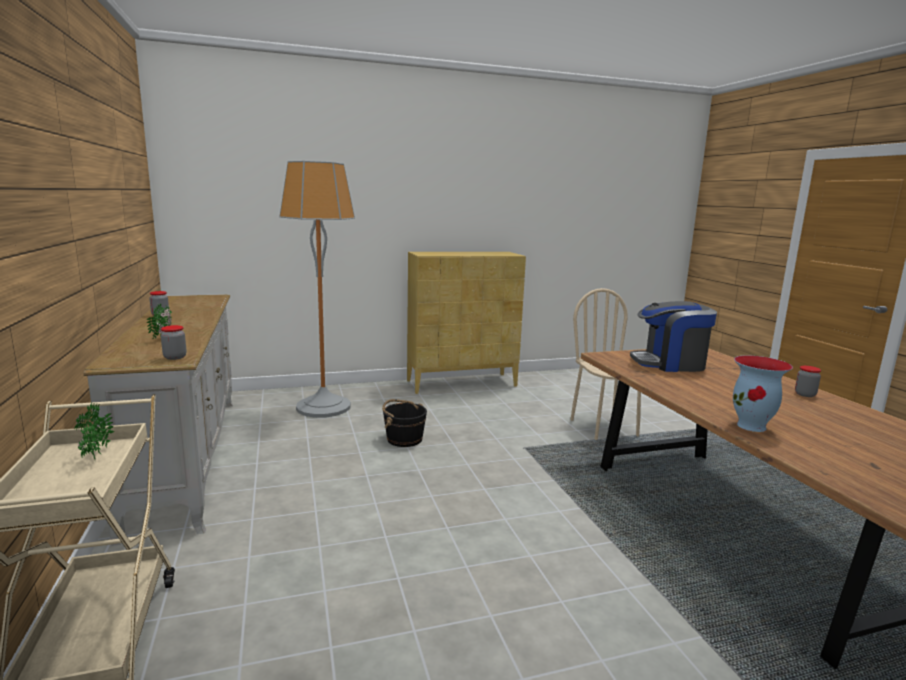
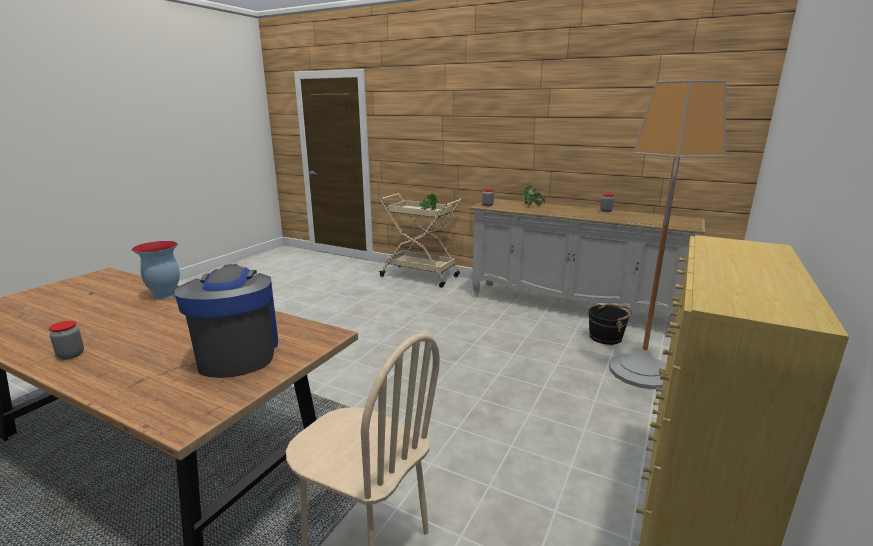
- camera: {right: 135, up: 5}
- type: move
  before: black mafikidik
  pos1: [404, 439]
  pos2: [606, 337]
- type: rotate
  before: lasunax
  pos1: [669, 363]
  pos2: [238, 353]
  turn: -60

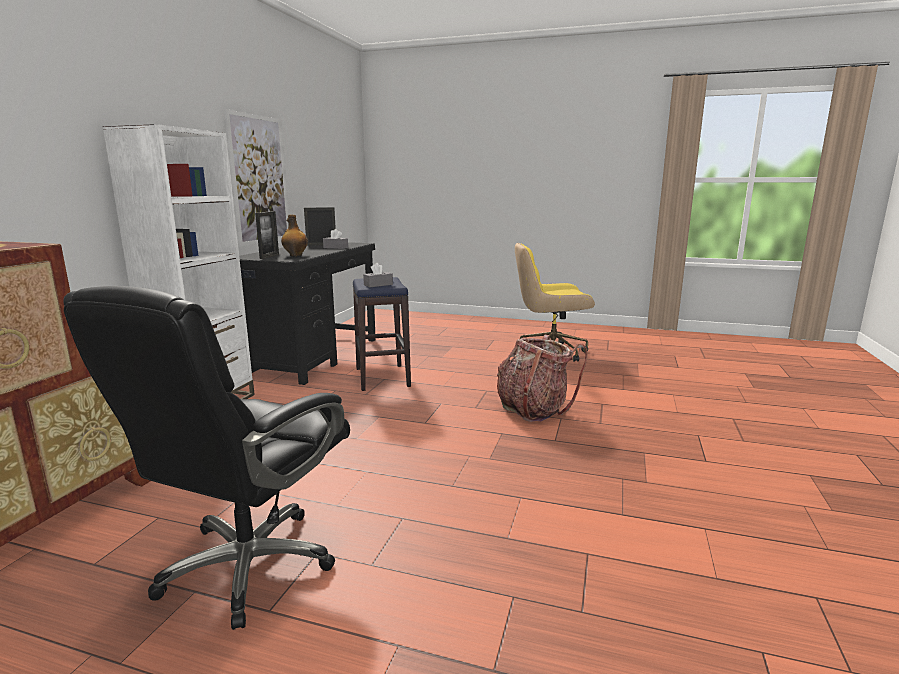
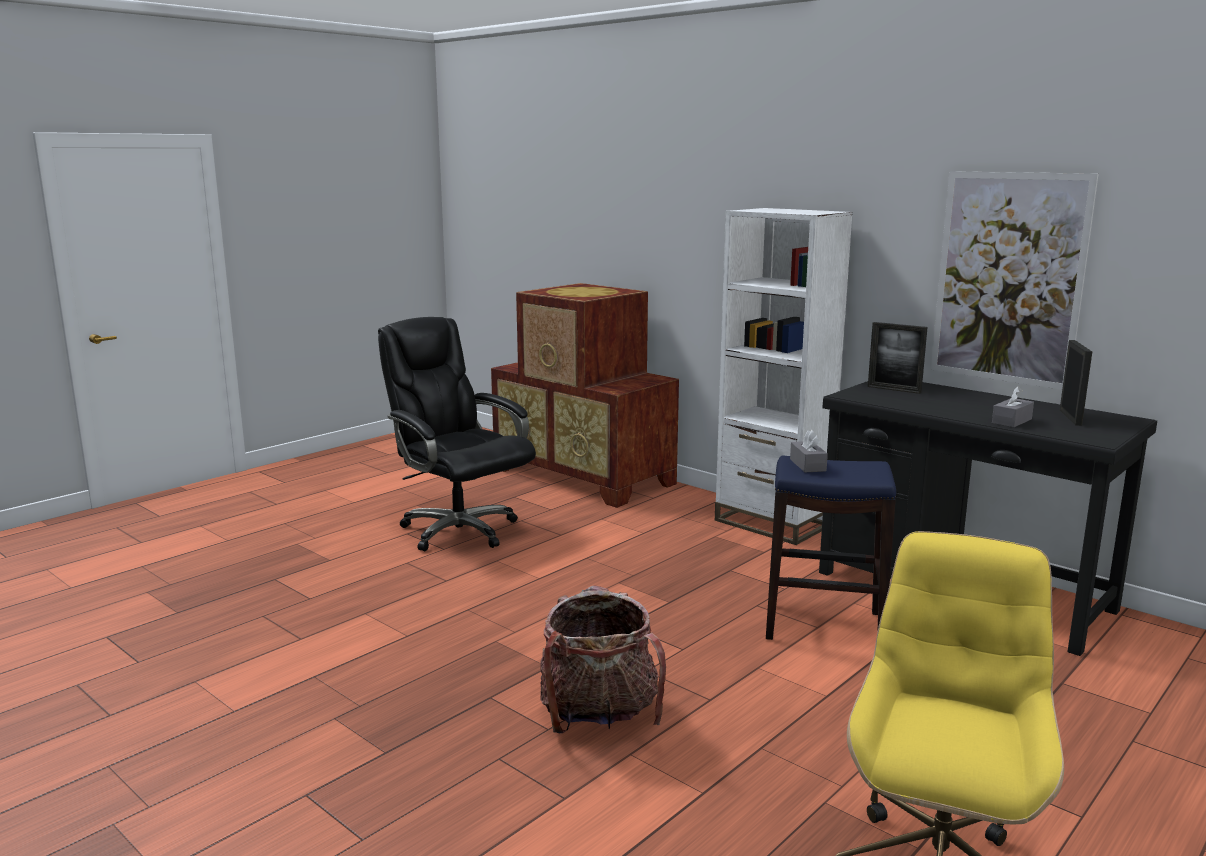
- camera: {right: 115, up: 0}
- type: delete
  before: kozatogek
  pos1: [295, 255]

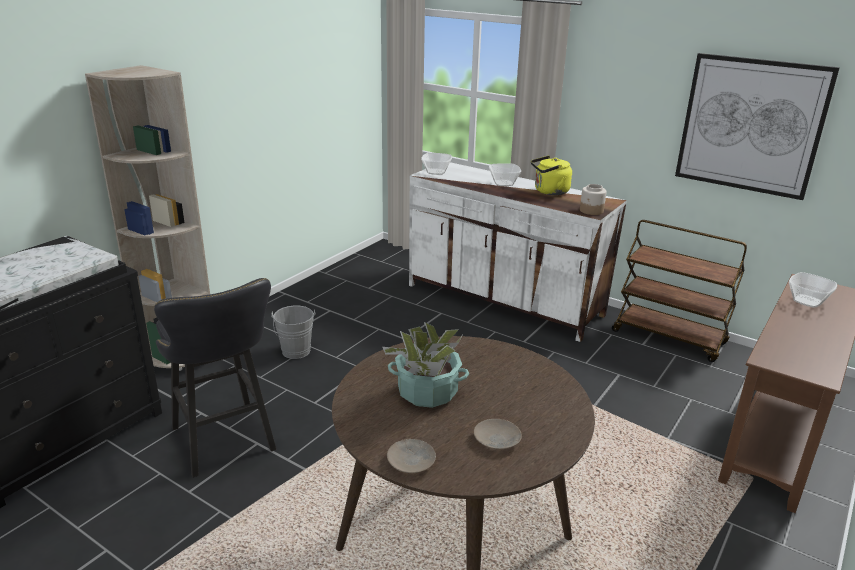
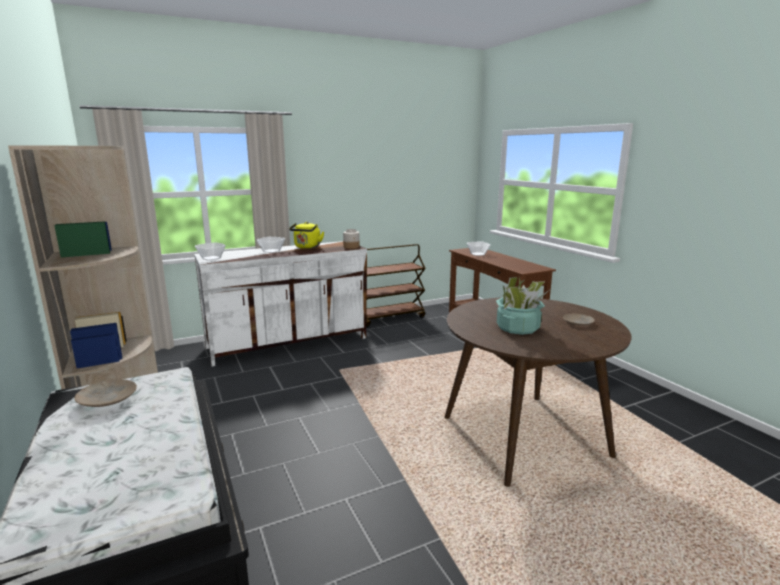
- camera: {right: -60, up: -10}
- type: delete
  before: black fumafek
  pos1: [226, 446]
- type: delete
  before: grey mafikidik
  pos1: [296, 353]
- type: move
  before: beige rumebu
  pos1: [411, 461]
  pos2: [107, 399]
- type: delete
  before: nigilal
  pos1: [751, 125]

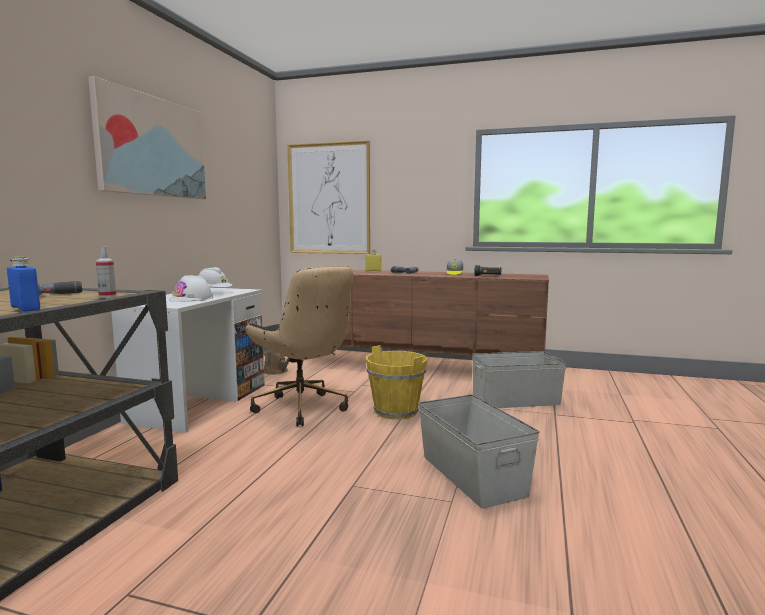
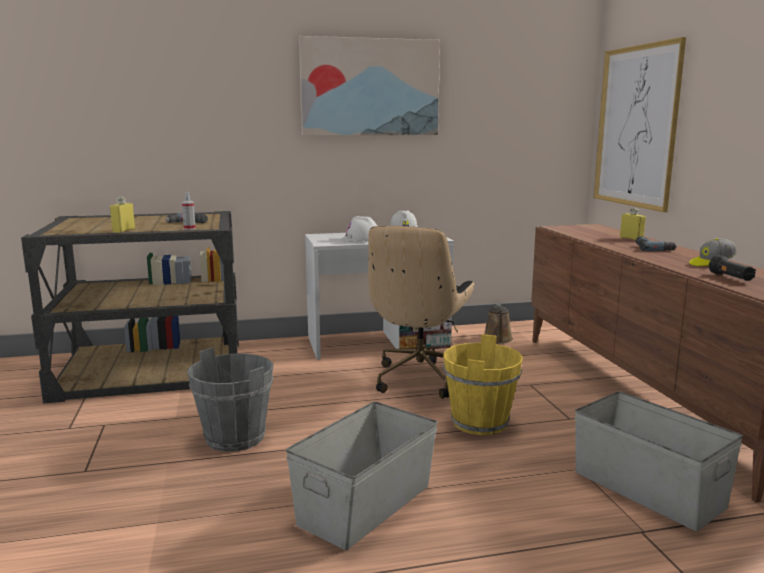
- camera: {right: 60, up: 5}
- type: recolor
  before: blue kozatogek
  after: yellow kozatogek
  pos1: [25, 309]
  pos2: [123, 230]
- type: insert
  after: grey mafikidik
  pos2: [234, 438]

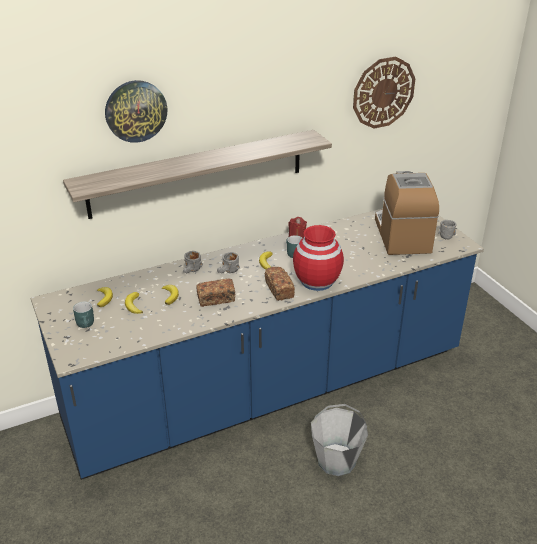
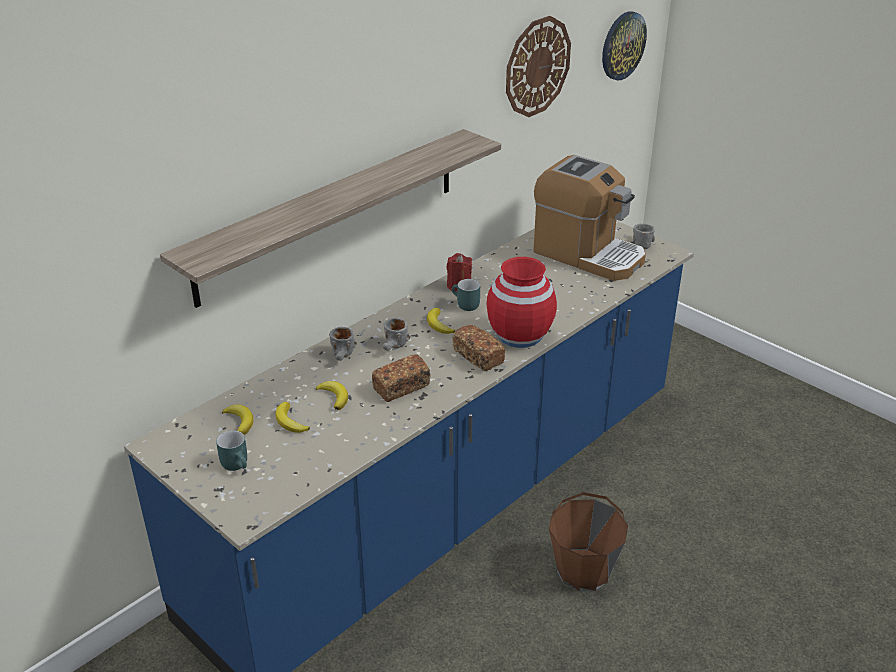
- camera: {right: -20, up: 0}
- type: move
  before: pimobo
  pos1: [135, 111]
  pos2: [622, 45]
- type: recolor
  before: grey mafikidik
  after: brown mafikidik
  pos1: [337, 460]
  pos2: [583, 571]
- type: rotate
  before: lasunax
  pos1: [402, 235]
  pos2: [588, 255]
  turn: 150

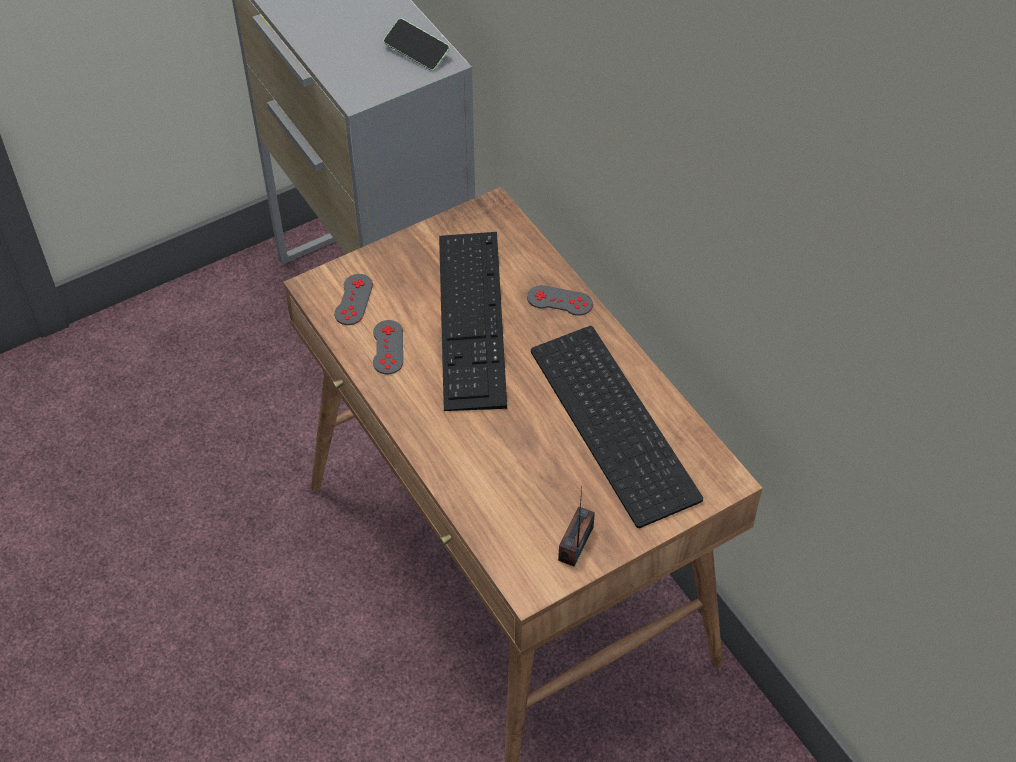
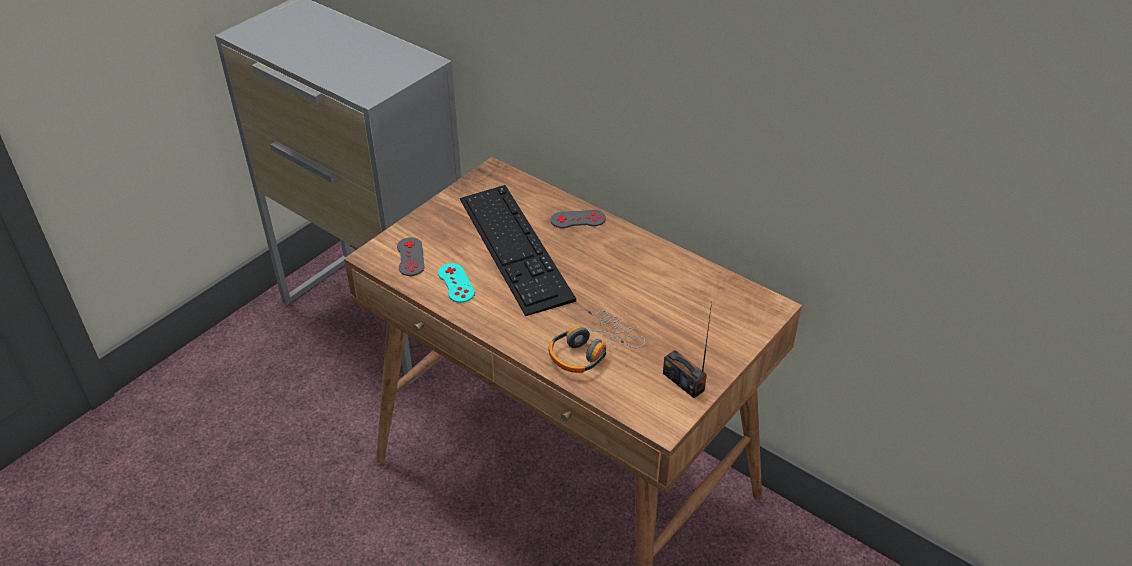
- camera: {right: -20, up: -10}
- type: recolor
  before: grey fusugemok
  after: turquoise fusugemok
  pos1: [388, 347]
  pos2: [456, 283]
- type: delete
  before: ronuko
  pos1: [416, 52]
- type: delete
  before: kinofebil
  pos1: [618, 424]
- type: rotate
  before: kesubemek
  pos1: [576, 544]
  pos2: [683, 382]
  turn: -45
- type: insert
  after: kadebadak
  pos2: [591, 349]

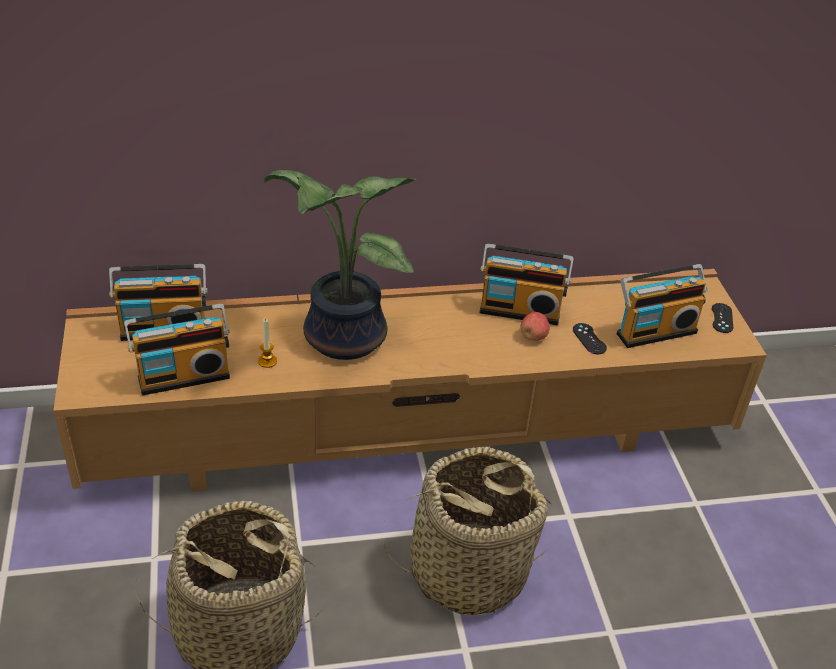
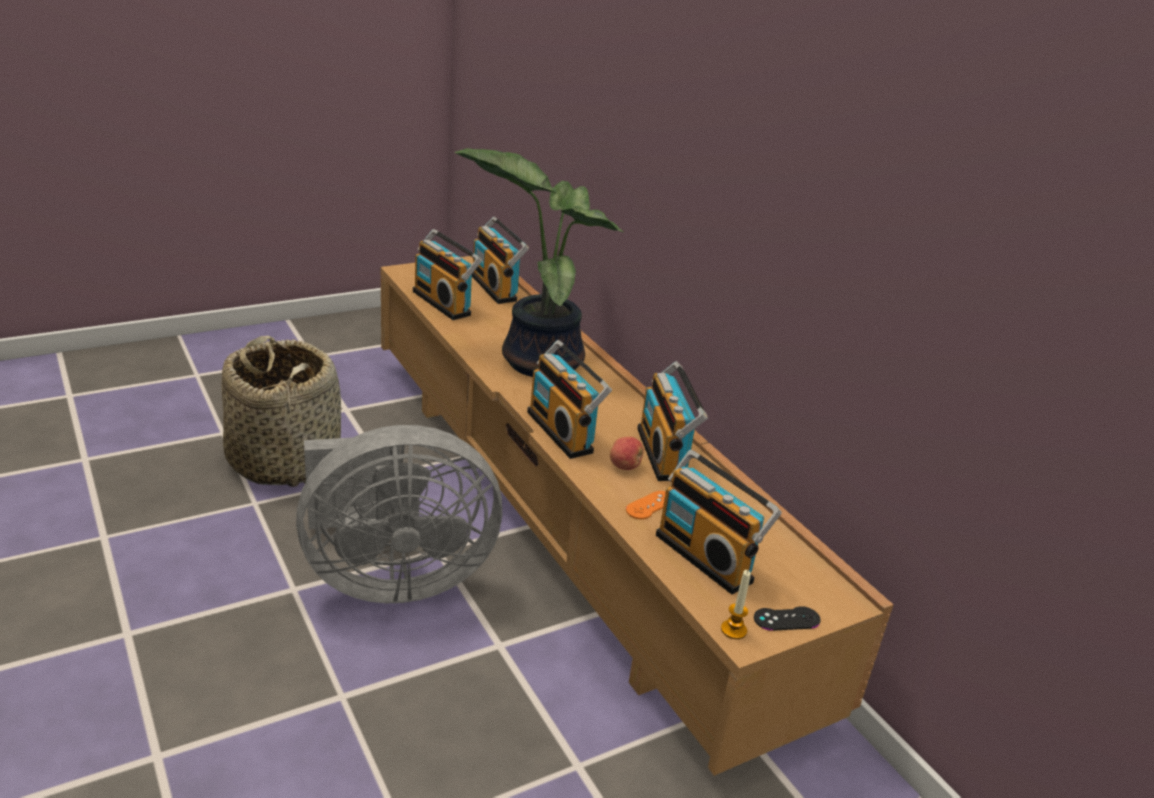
- camera: {right: 70, up: -10}
- type: move
  before: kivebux
  pos1: [267, 361]
  pos2: [733, 630]
- type: replace
  before: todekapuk
  after: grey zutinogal
  pos1: [467, 571]
  pos2: [391, 577]
- type: recolor
  before: black fusugemok
  after: orange fusugemok
  pos1: [589, 339]
  pos2: [651, 505]
- type: insert
  after: kesubemek
  pos2: [564, 431]

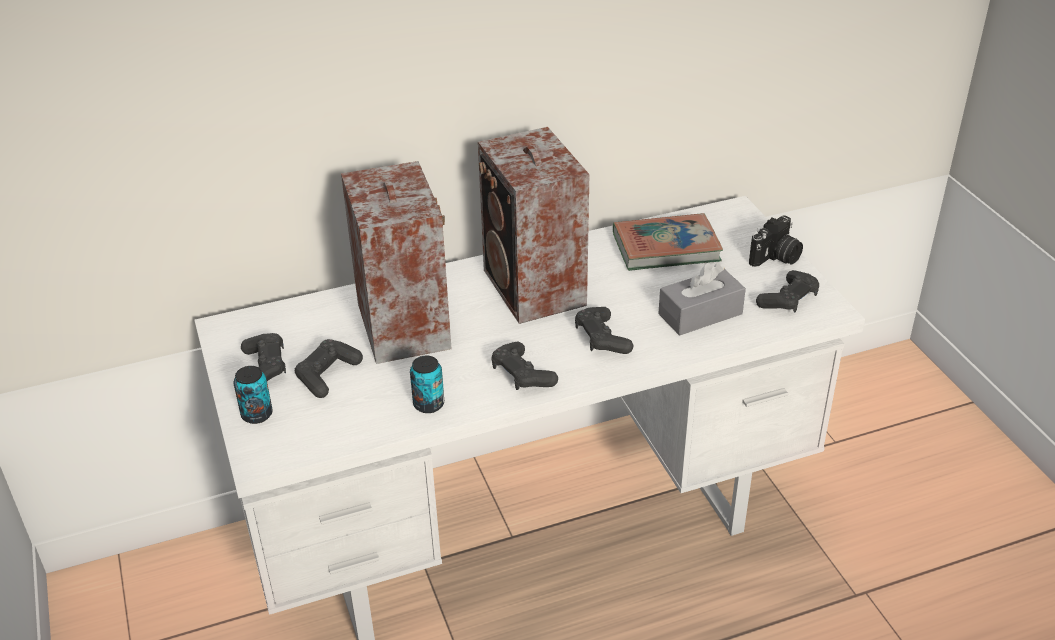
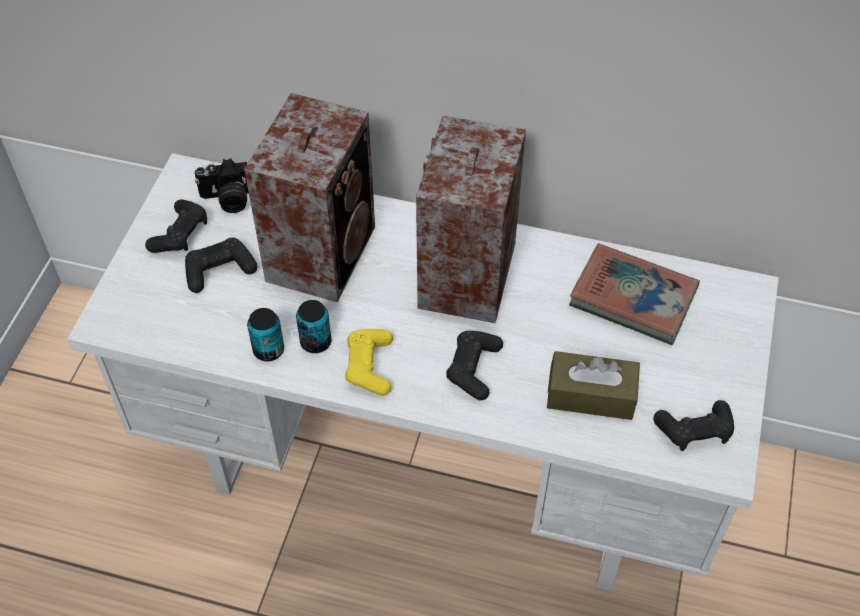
- camera: {right: 35, up: 15}
- type: move
  before: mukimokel
  pos1: [257, 414]
  pos2: [315, 342]
- type: recolor
  before: black fusugemok
  after: yellow fusugemok
  pos1: [522, 375]
  pos2: [369, 366]
- type: recolor
  before: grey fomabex
  after: brown fomabex
  pos1: [700, 314]
  pos2: [591, 395]
- type: move
  before: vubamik
  pos1: [776, 258]
  pos2: [230, 199]

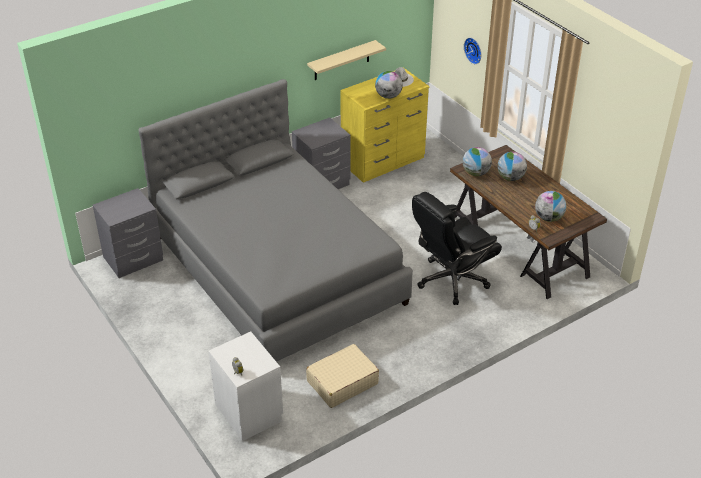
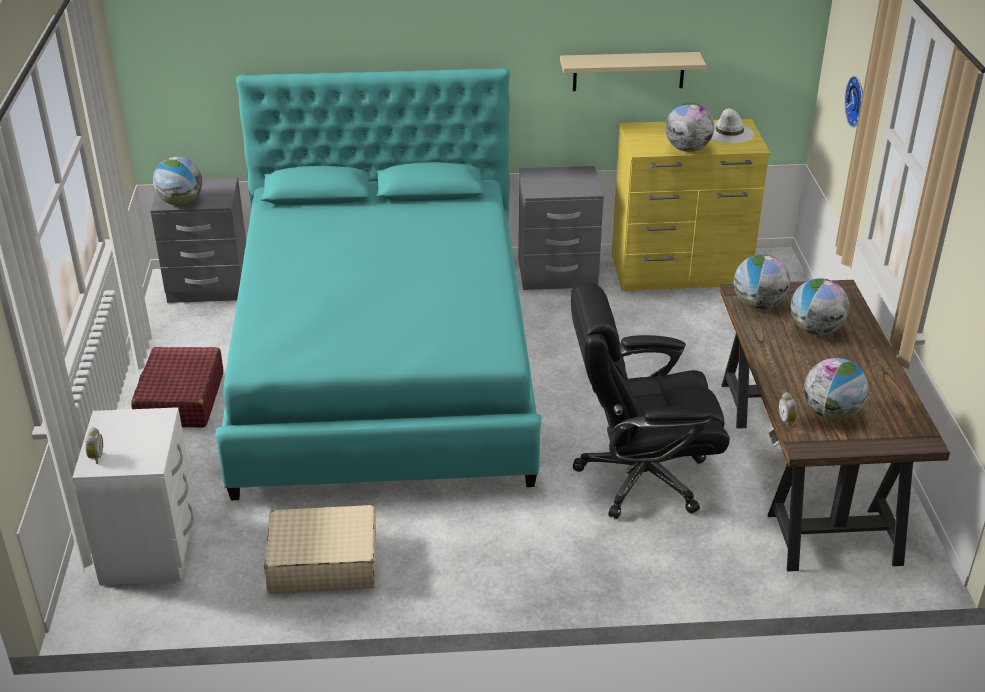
- camera: {right: 30, up: -5}
- type: recolor
  before: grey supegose
  after: turquoise supegose
  pos1: [277, 269]
  pos2: [384, 365]
- type: insert
  after: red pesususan
  pos2: [180, 400]
- type: insert
  after: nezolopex
  pos2: [181, 202]

